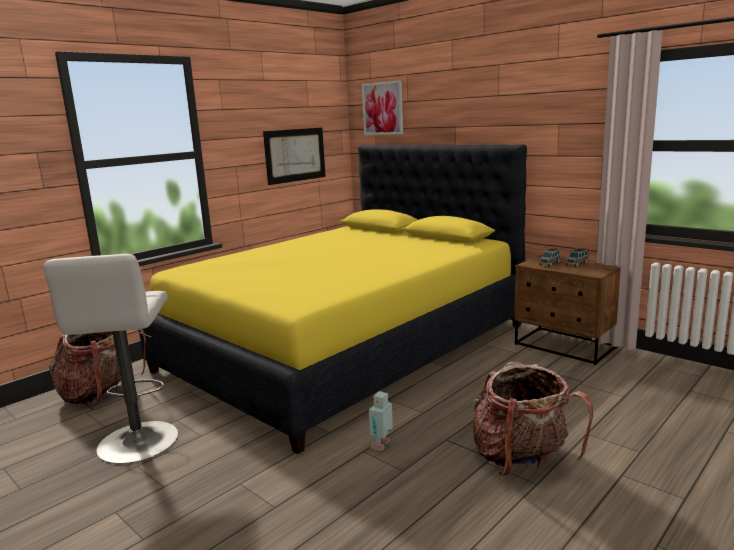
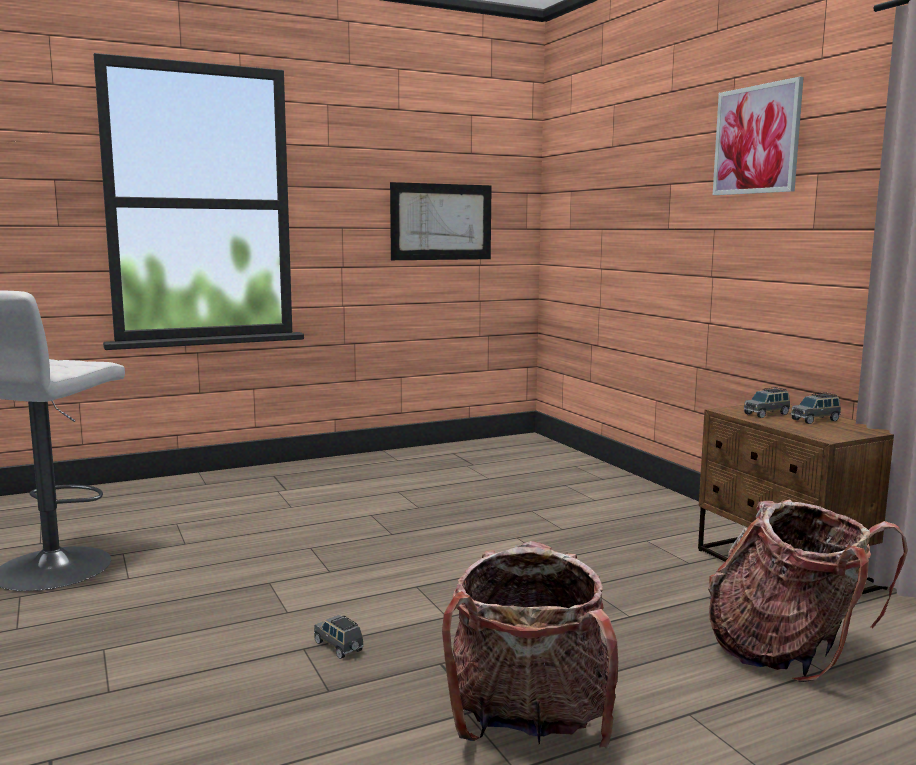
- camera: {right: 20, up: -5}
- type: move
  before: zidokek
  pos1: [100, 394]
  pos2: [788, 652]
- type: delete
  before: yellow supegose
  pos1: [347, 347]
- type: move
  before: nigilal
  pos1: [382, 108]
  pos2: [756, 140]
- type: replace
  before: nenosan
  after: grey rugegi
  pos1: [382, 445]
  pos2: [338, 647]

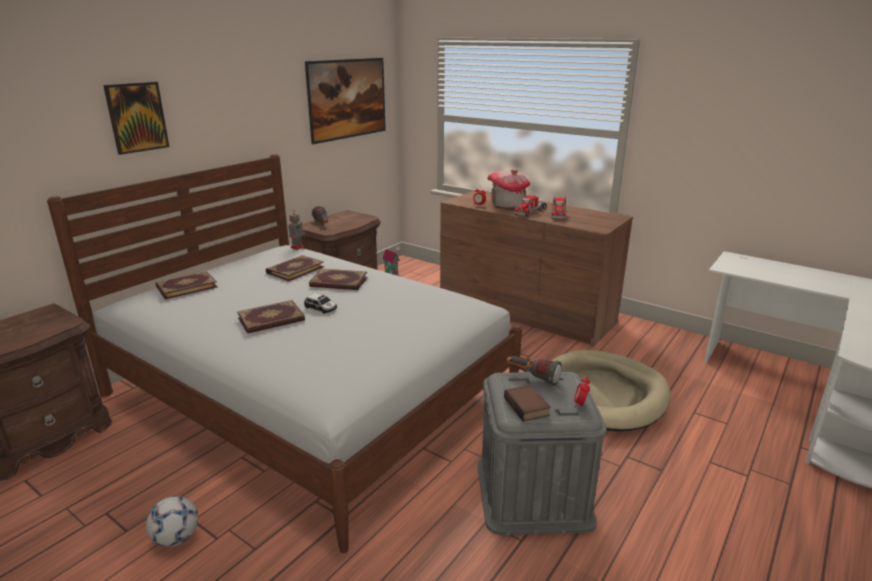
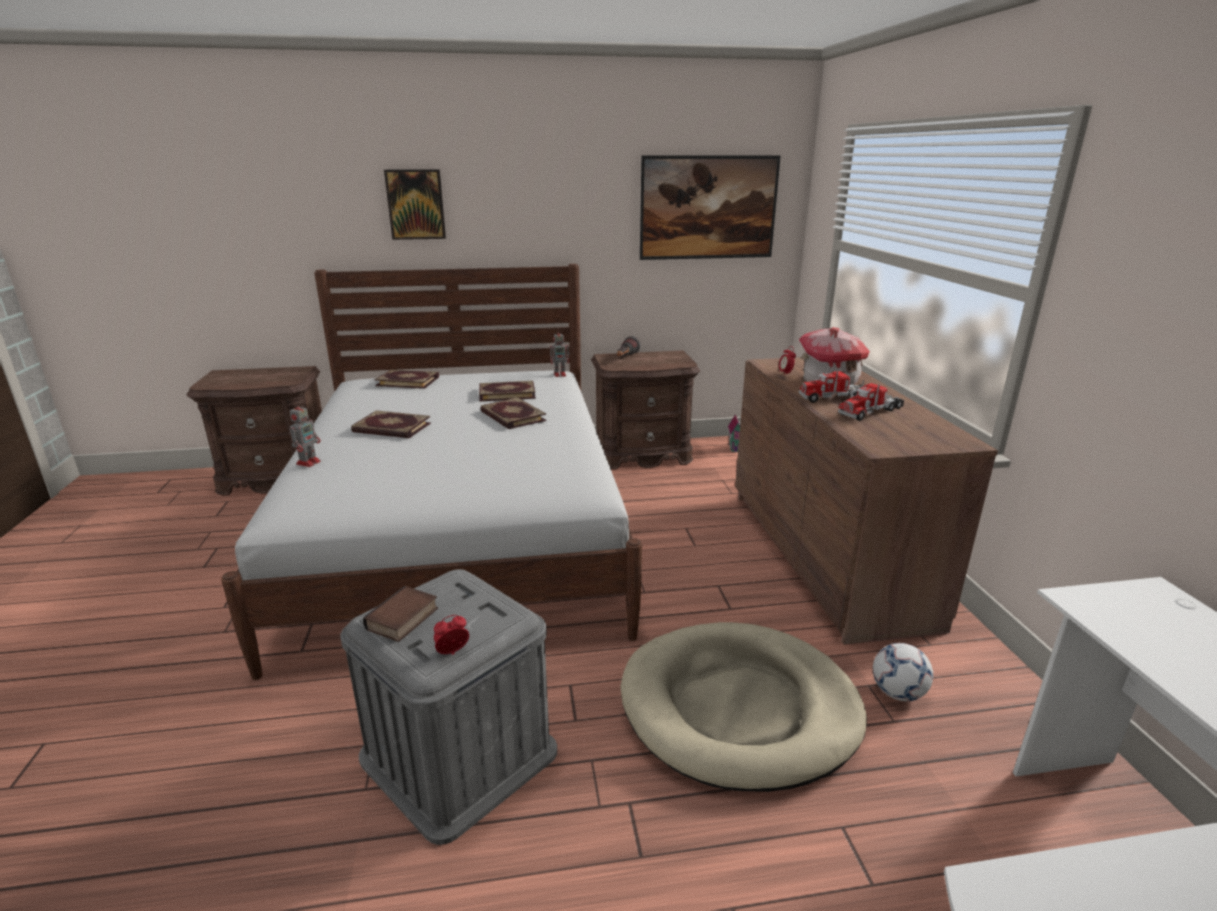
- camera: {right: 45, up: 0}
- type: move
  before: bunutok
  pos1: [176, 538]
  pos2: [897, 693]
- type: delete
  before: rugegi
  pos1: [321, 308]
- type: delete
  before: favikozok
  pos1: [532, 378]
- type: insert
  after: nenosan
  pos2: [309, 462]

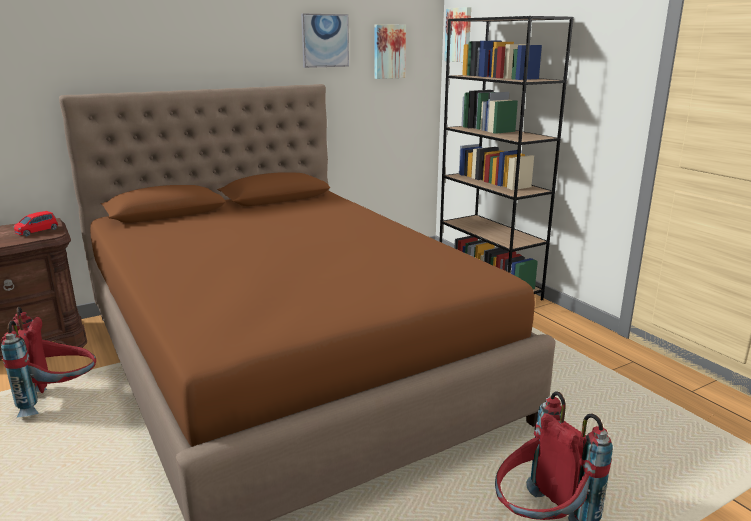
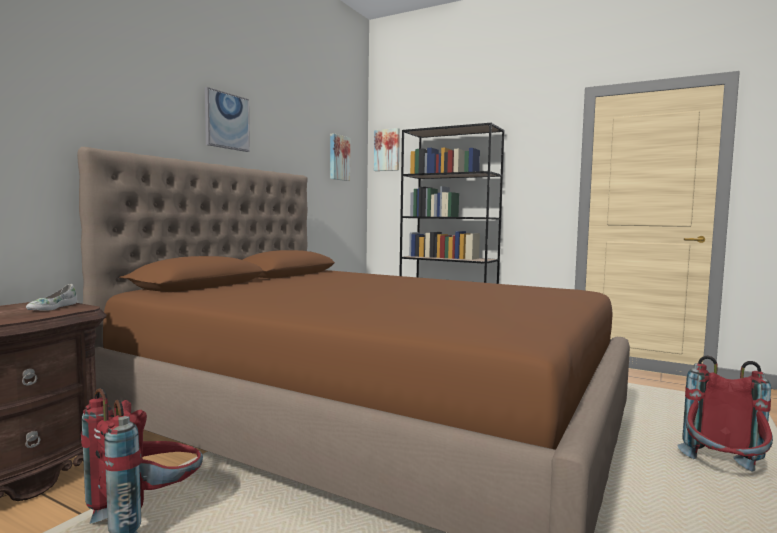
- camera: {right: -30, up: -15}
- type: replace
  before: red rugegi
  after: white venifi
  pos1: [37, 231]
  pos2: [52, 308]
- type: move
  before: nigilal
  pos1: [325, 40]
  pos2: [226, 121]

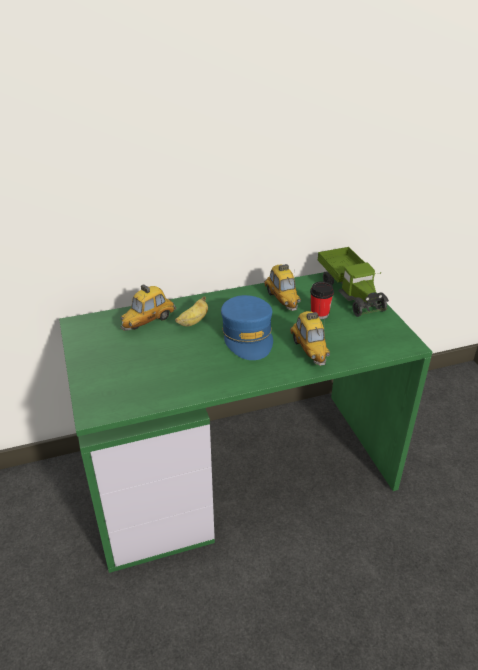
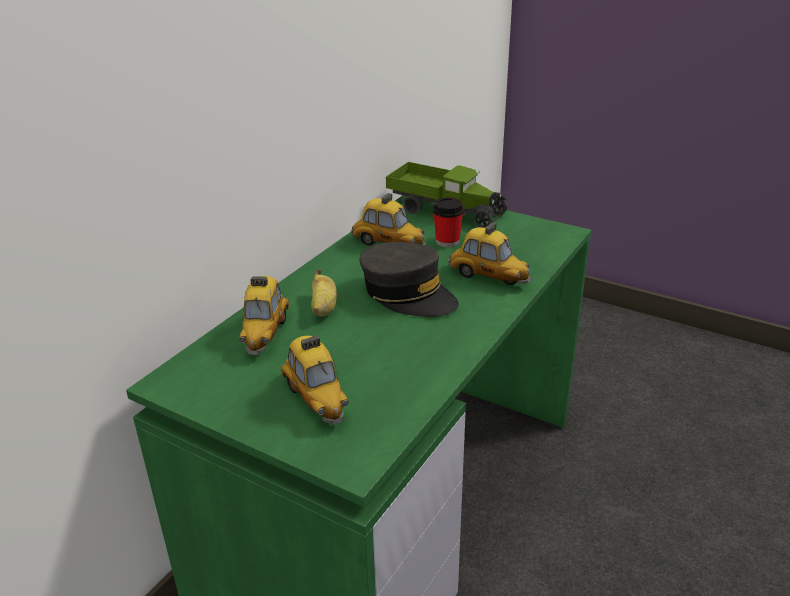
- camera: {right: -40, up: -5}
- type: recolor
  before: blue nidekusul
  after: grey nidekusul
  pos1: [248, 336]
  pos2: [408, 294]
- type: insert
  after: rugegi
  pos2: [316, 399]

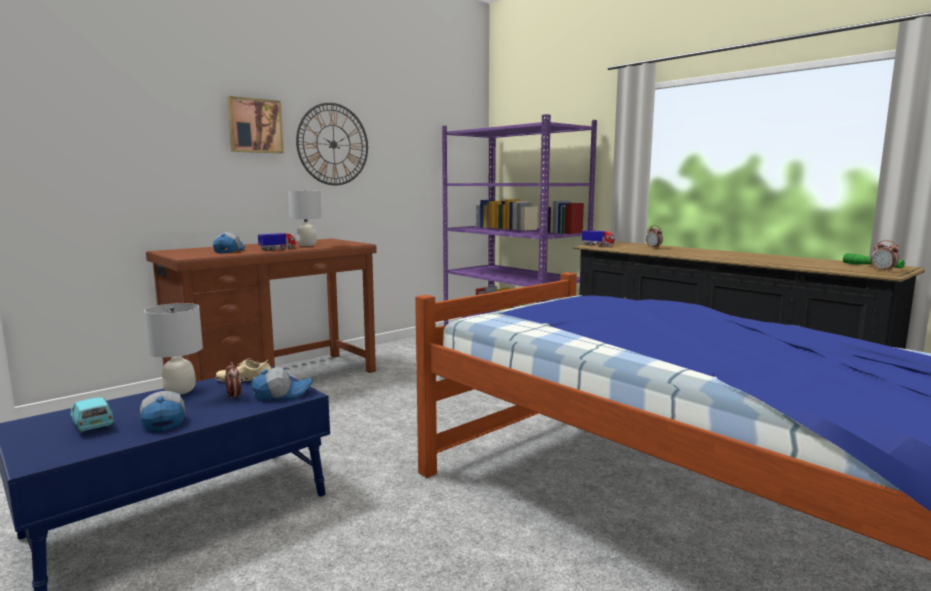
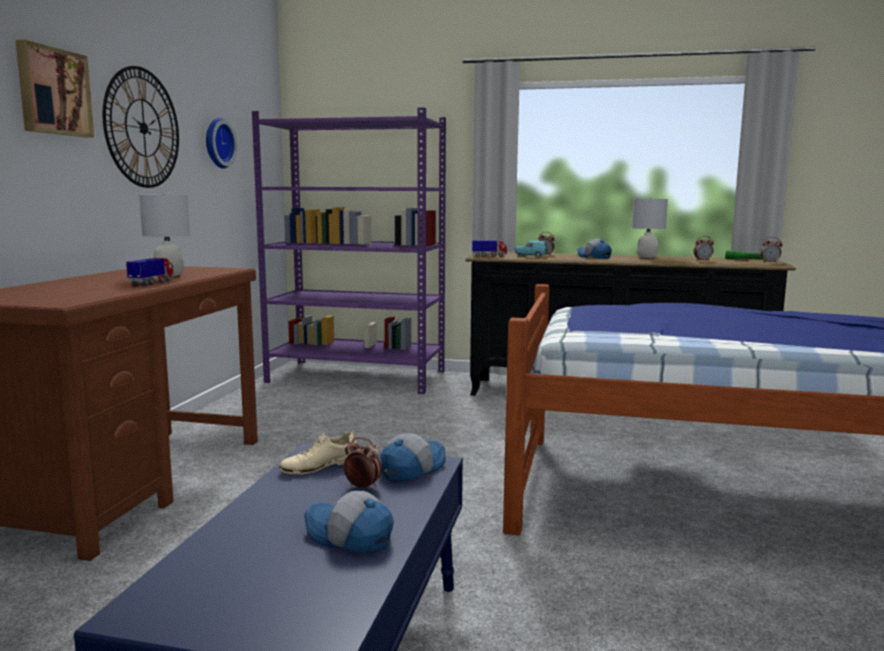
- camera: {right: -35, up: 0}
- type: move
  before: turquoise rugegi
  pos1: [92, 425]
  pos2: [530, 256]
- type: move
  before: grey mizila
  pos1: [178, 392]
  pos2: [647, 257]
- type: move
  before: nidekusul
  pos1: [228, 251]
  pos2: [593, 257]
- type: insert
  after: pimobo
  pos2: [217, 143]
- type: insert
  after: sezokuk
  pos2: [702, 261]

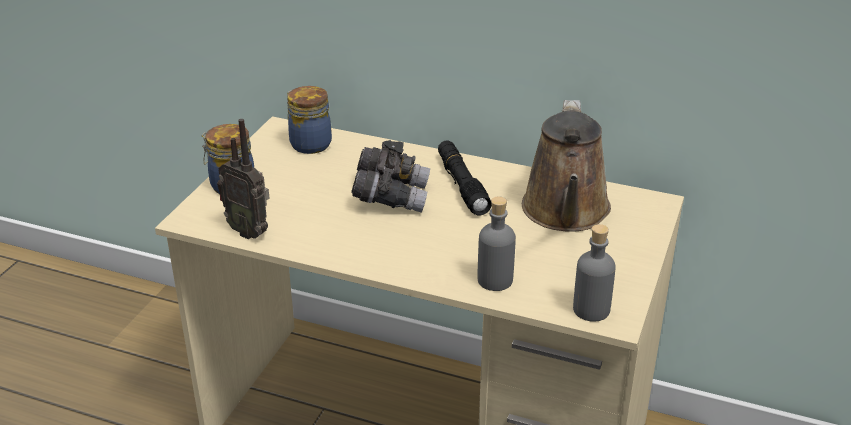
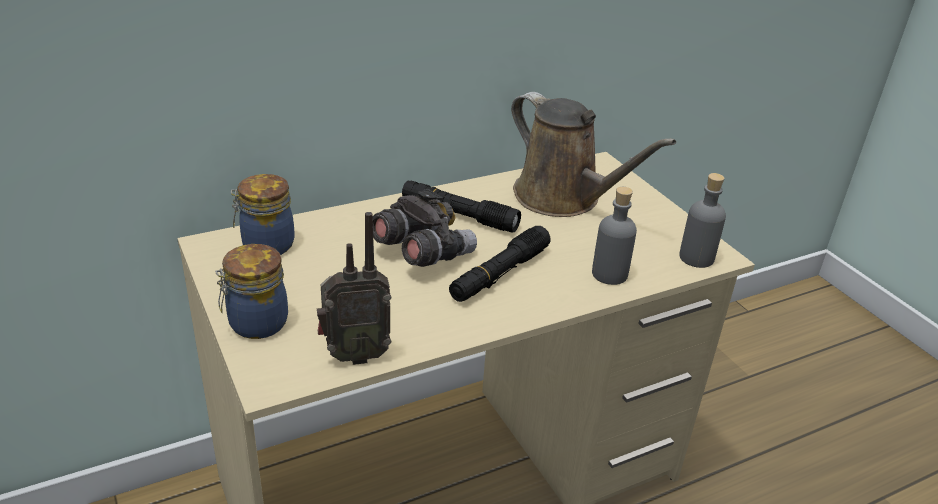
- camera: {right: -50, up: 0}
- type: insert
  after: black favikozok
  pos2: [499, 274]

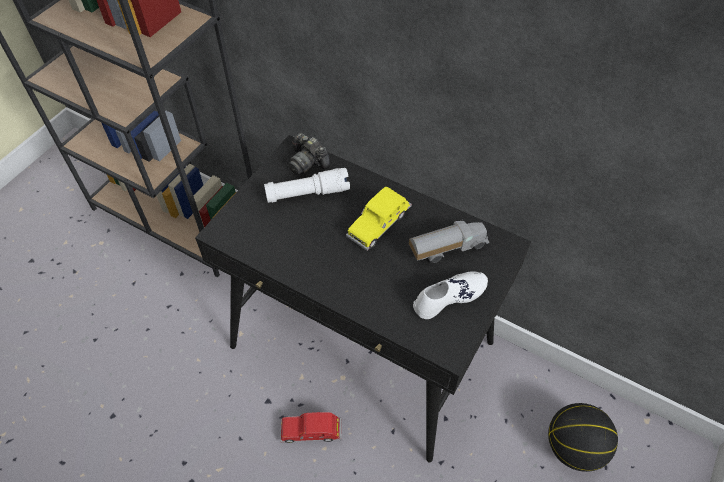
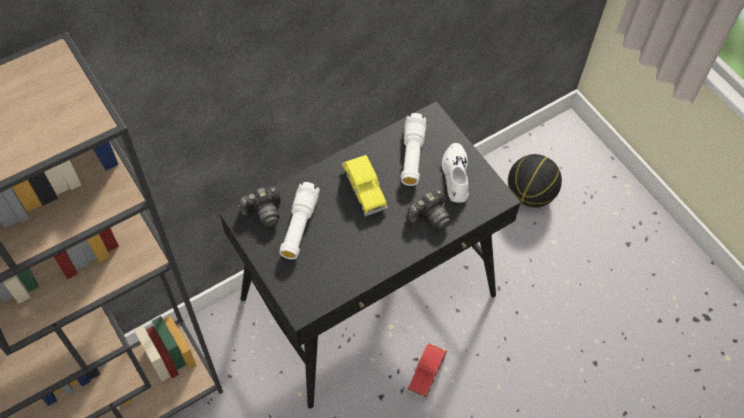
- camera: {right: -65, up: 5}
- type: replace
  before: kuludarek
  after: white favikozok
  pos1: [447, 248]
  pos2: [412, 155]
- type: insert
  after: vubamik
  pos2: [429, 216]

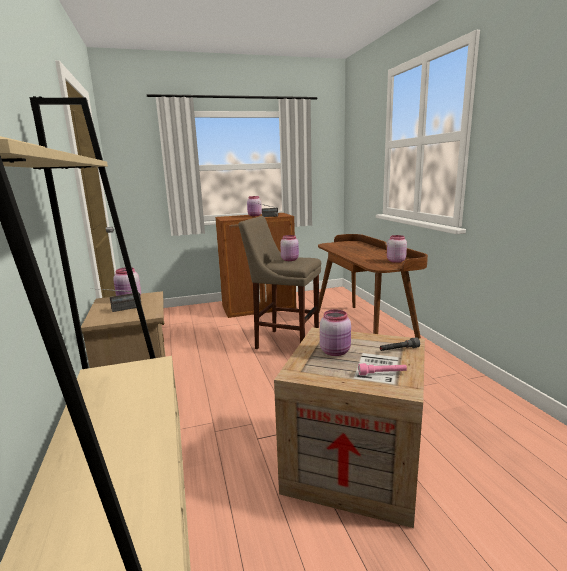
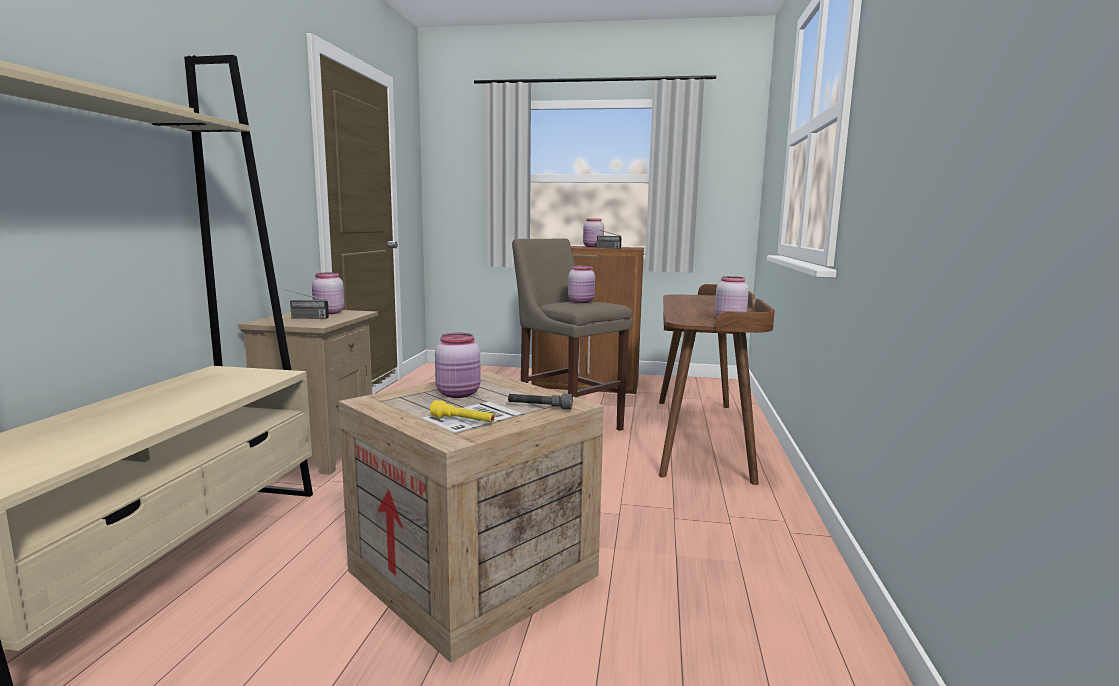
- camera: {right: 25, up: -5}
- type: recolor
  before: pink favikozok
  after: yellow favikozok
  pos1: [382, 373]
  pos2: [463, 421]

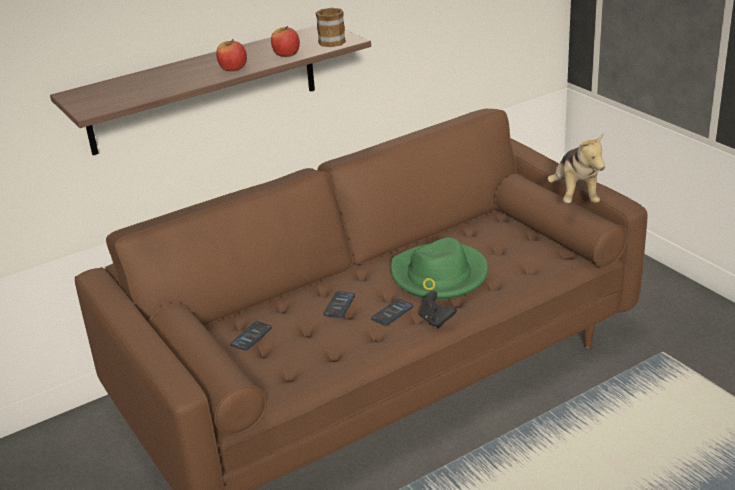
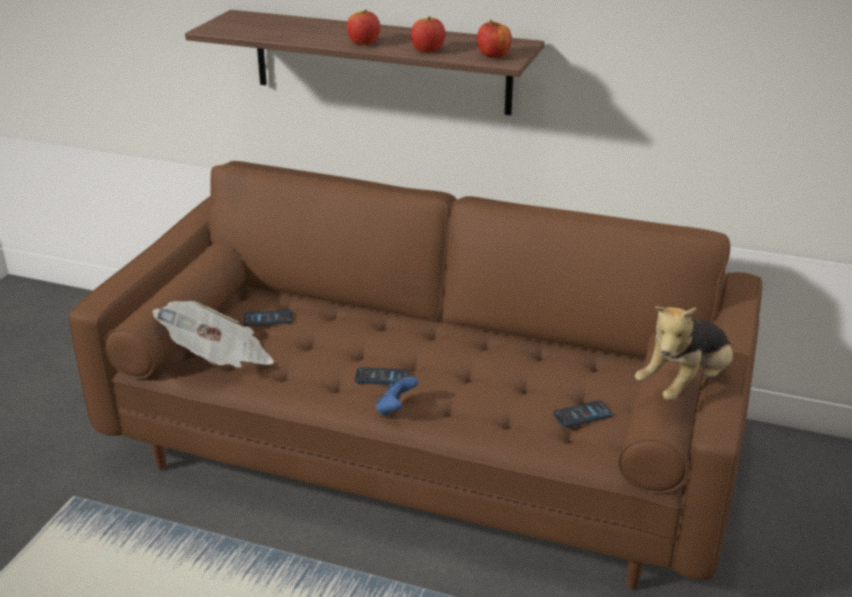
- camera: {right: 50, up: 0}
- type: replace
  before: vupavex
  after: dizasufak
  pos1: [332, 40]
  pos2: [493, 55]
- type: move
  before: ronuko
  pos1: [339, 305]
  pos2: [582, 415]
- type: delete
  before: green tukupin
  pos1: [439, 276]
- type: recolor
  before: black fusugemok
  after: blue fusugemok
  pos1: [436, 321]
  pos2: [395, 409]
- type: insert
  after: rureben
  pos2: [219, 360]

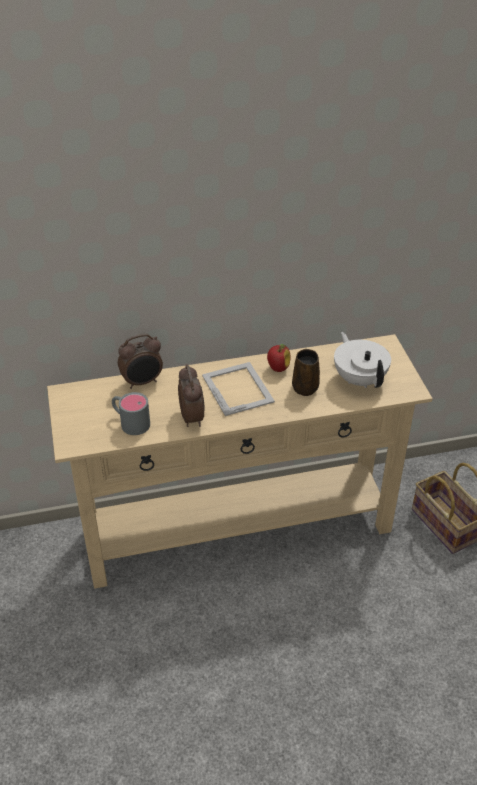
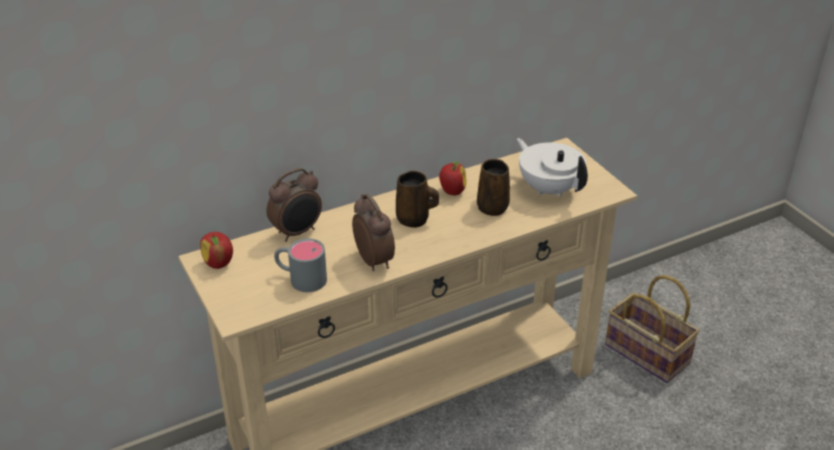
- camera: {right: -15, up: -5}
- type: replace
  before: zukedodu
  after: brown vupavex
  pos1: [238, 388]
  pos2: [414, 220]
- type: insert
  after: dizasufak
  pos2: [219, 263]

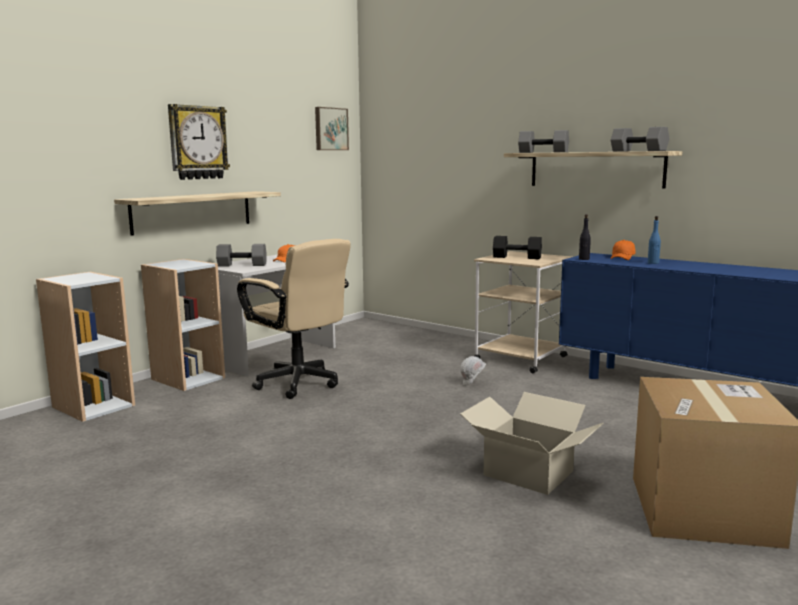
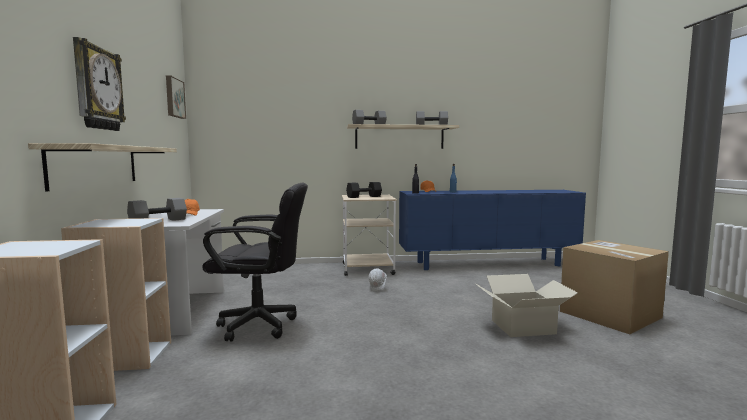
- camera: {right: -45, up: -5}
- type: recolor
  before: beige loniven
  after: black loniven
  pos1: [301, 385]
  pos2: [262, 325]

